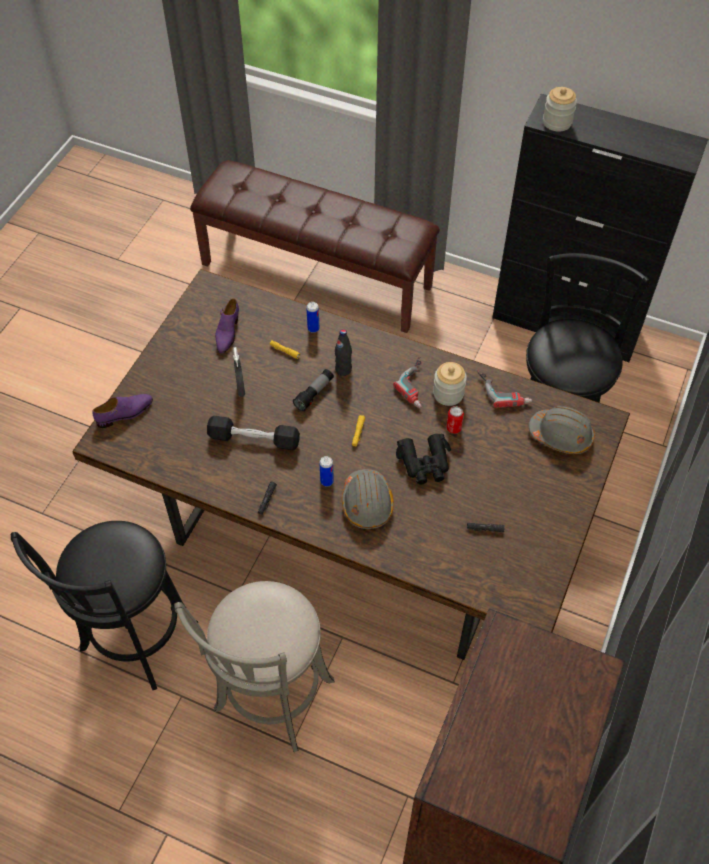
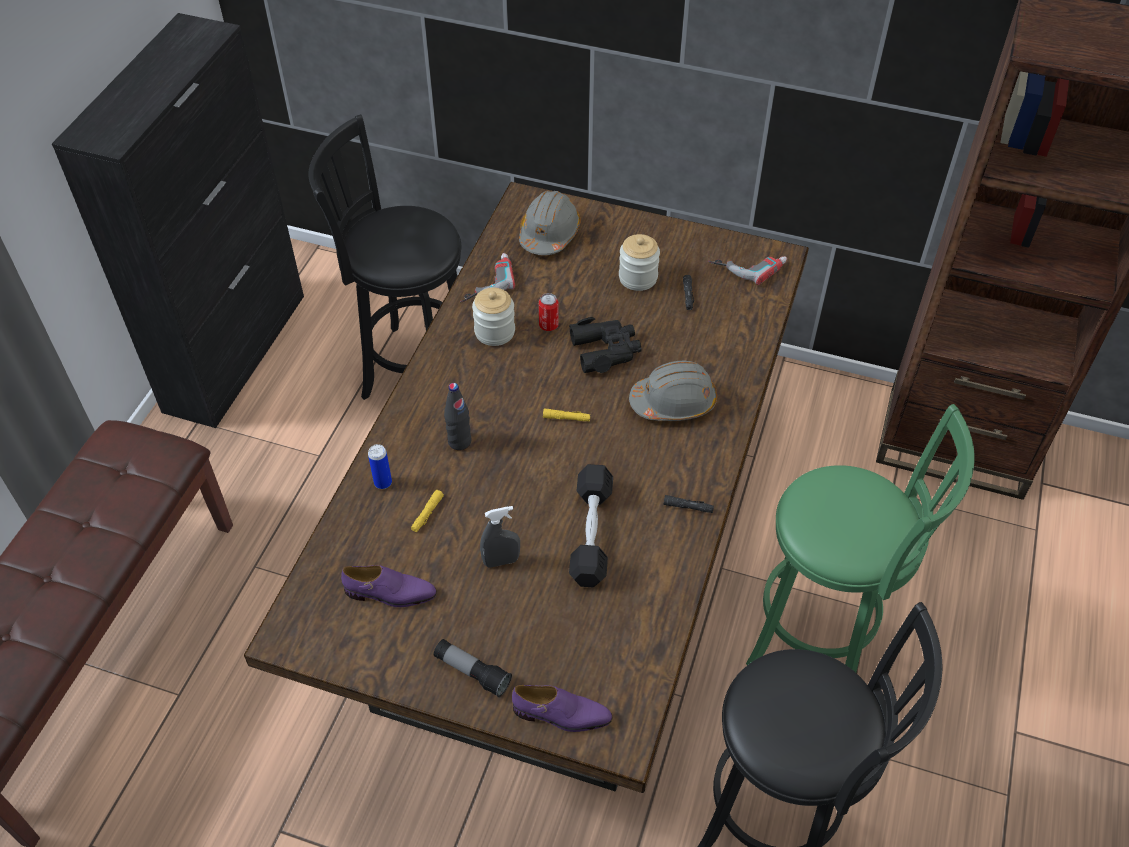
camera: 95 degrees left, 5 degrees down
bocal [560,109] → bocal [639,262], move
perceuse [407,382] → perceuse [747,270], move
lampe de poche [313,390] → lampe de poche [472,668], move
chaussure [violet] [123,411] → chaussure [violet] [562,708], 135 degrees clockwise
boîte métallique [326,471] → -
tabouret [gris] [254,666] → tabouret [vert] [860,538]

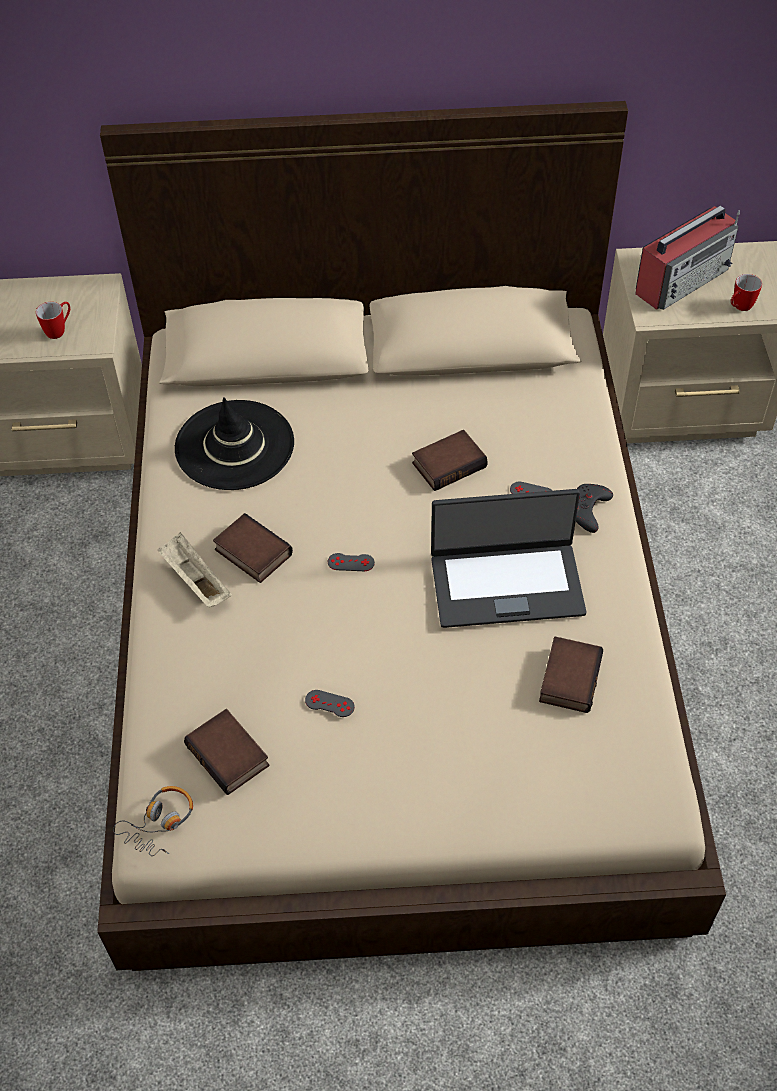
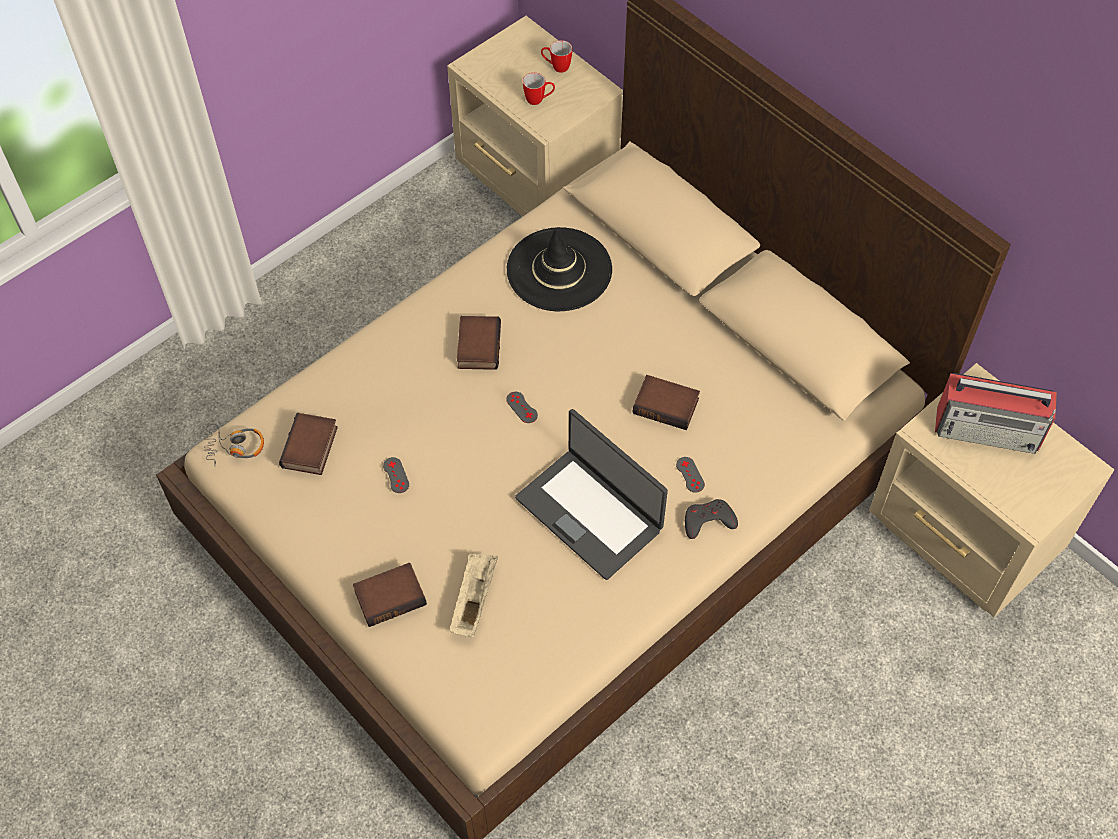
camera: 50 degrees right, 5 degrees up
mug [746,292] → mug [556,56], move
plateau [beige] [195,569] → plateau [beige] [473,596], move
livre [571,674] → livre [390,595], move

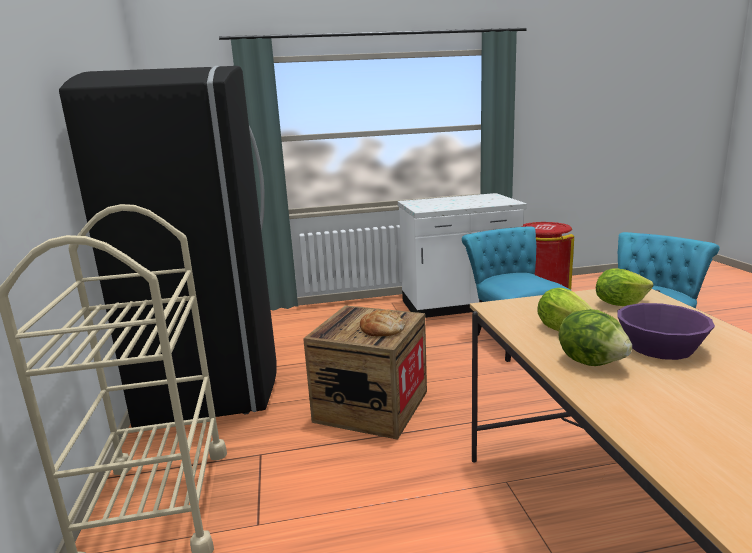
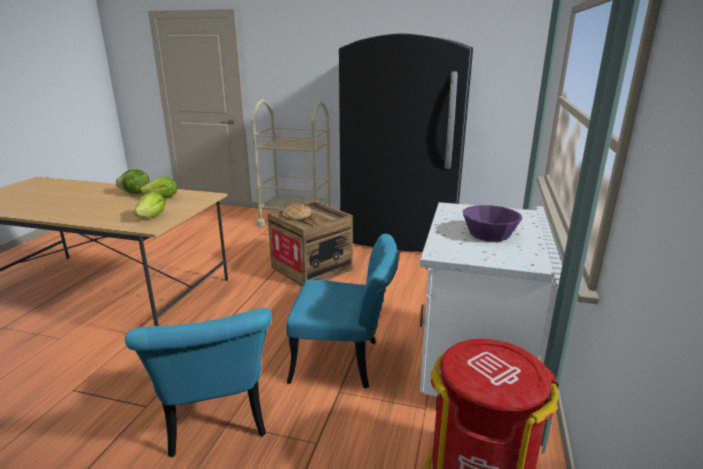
camera: 115 degrees right, 5 degrees up
bol [violet] [666,331] → bol [violet] [493,223], move

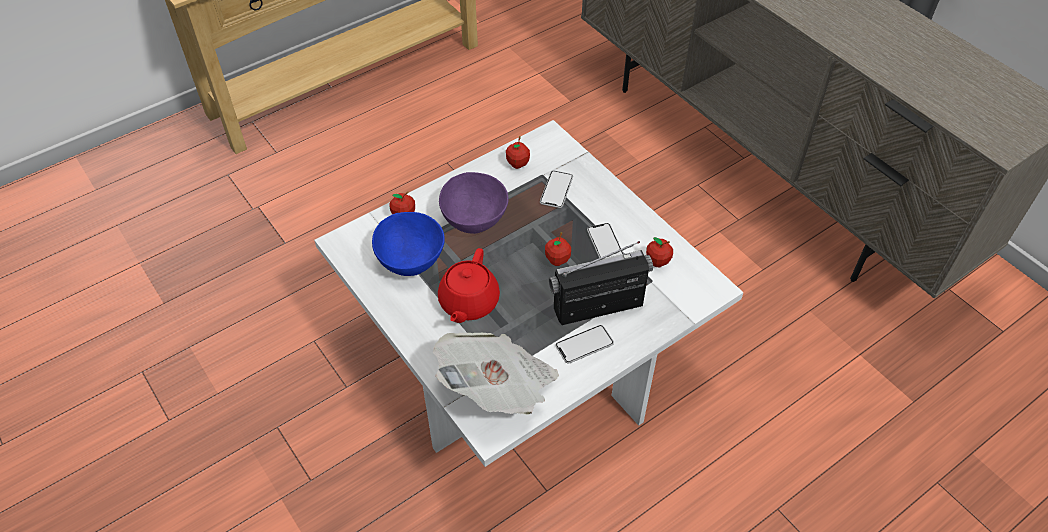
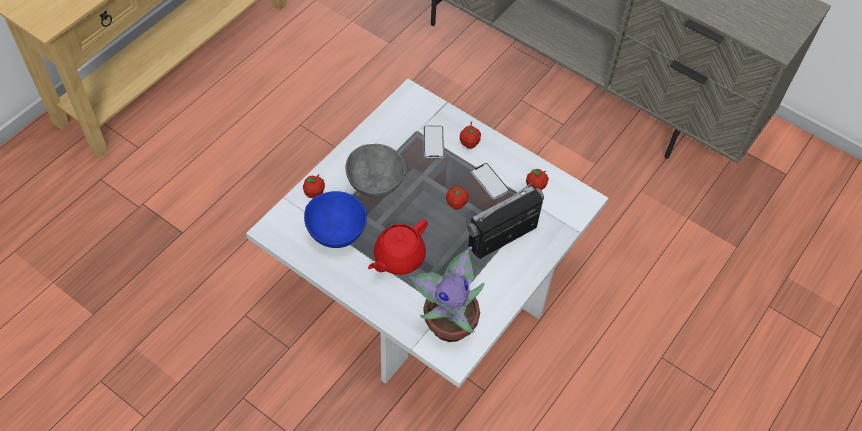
camera: 20 degrees left, 5 degrees up
pomme [518,152] → pomme [470,135], move
bol [violet] [474,203] → bol [gris] [376,171]
théière [rouge] [469,285] → théière [rouge] [398,247], 45 degrees clockwise
téléphone [584,344] → -
journal [496,373] → plante en pot [446,294]

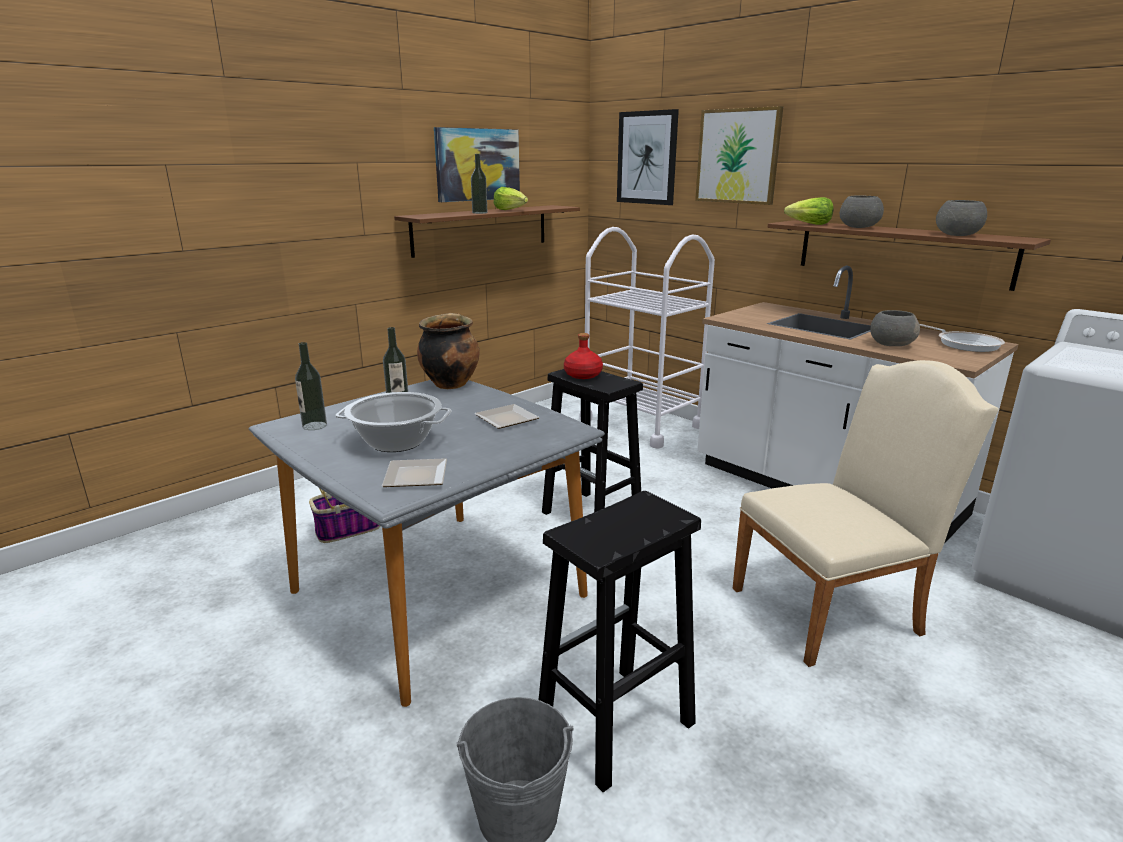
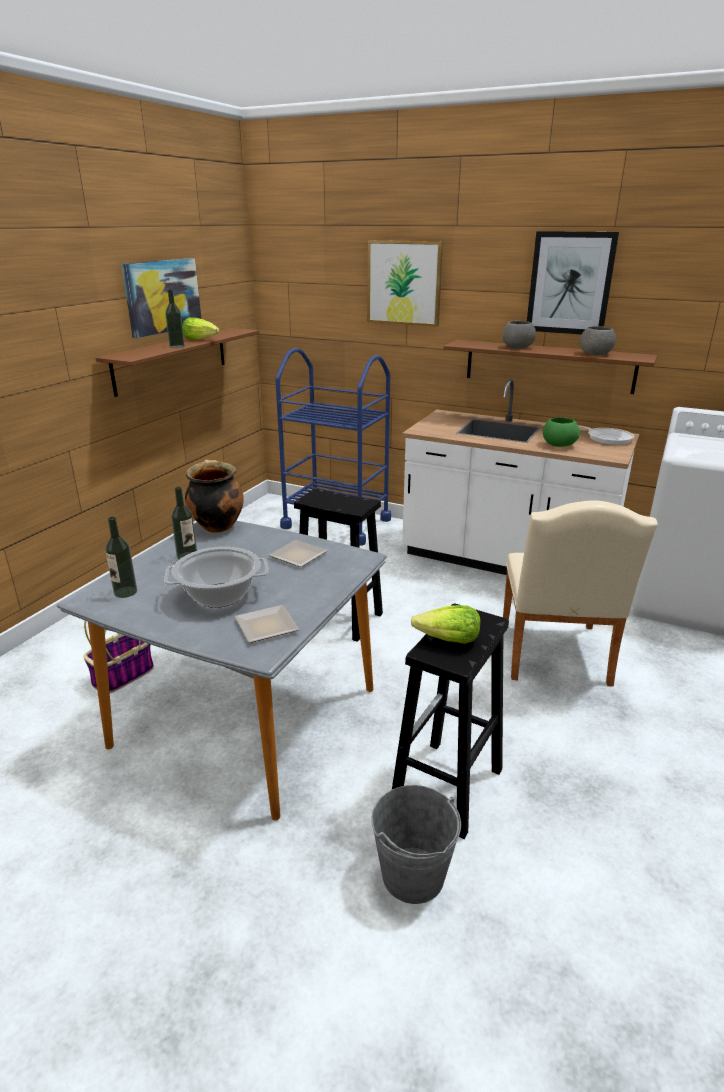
camera: 20 degrees left, 5 degrees up
tableau [648,157] → tableau [573,282], move
laitue [809,211] → laitue [446,624], move
chariot [blanc] [647,338] → chariot [bleu] [333,447]
bol [gris] [895,328] → bol [vert] [561,432]
bouteille [rouge] [583,356] → -
chaise [beige] [865,513] → chaise [beige] [580,593], 135 degrees clockwise

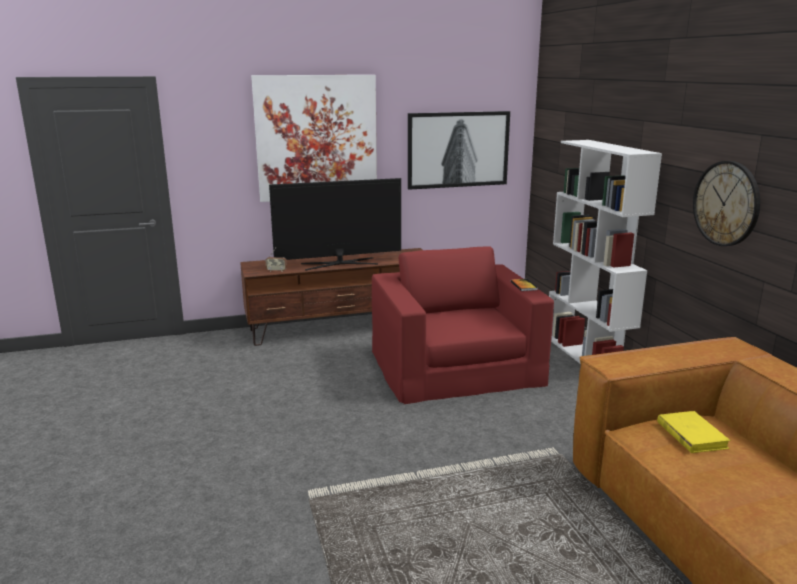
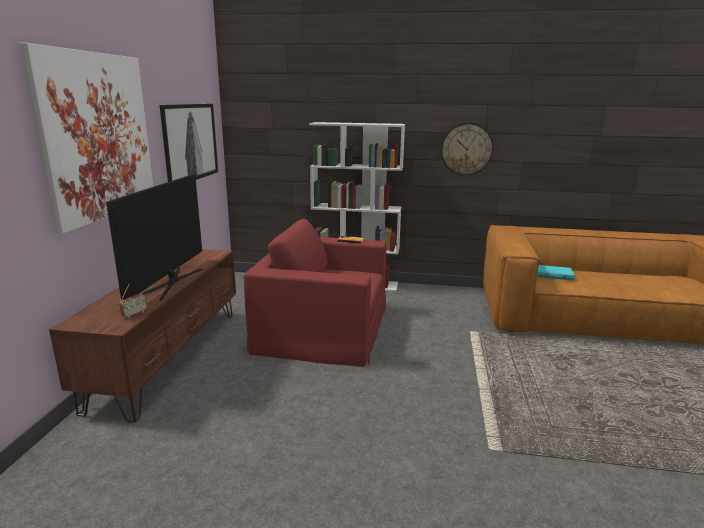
camera: 65 degrees left, 0 degrees up
livre [jaune] [694,432] → livre [turquoise] [556,273]

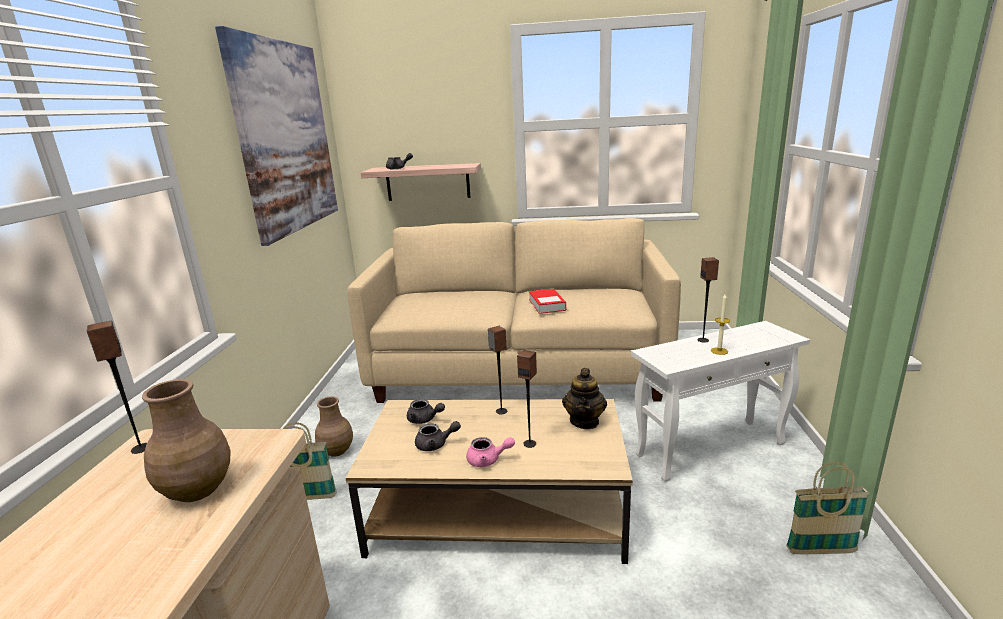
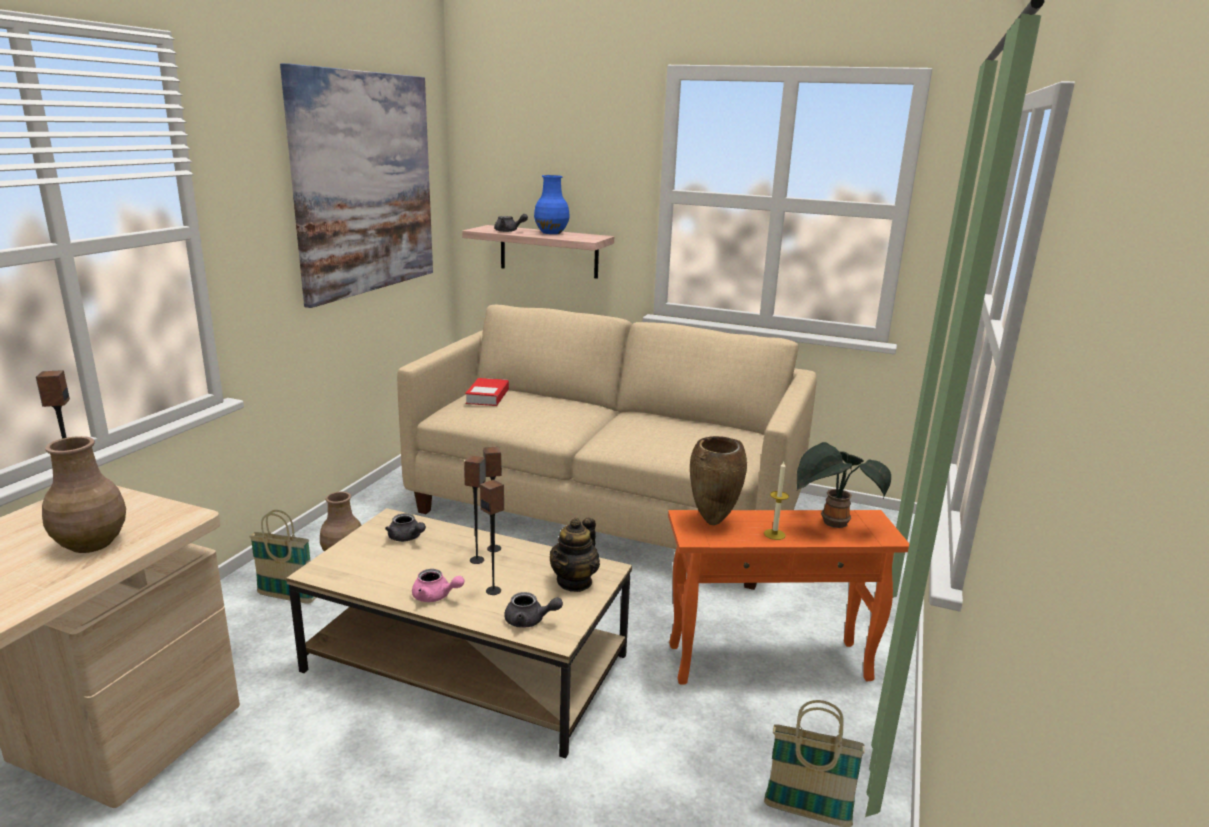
camera: 15 degrees right, 0 degrees up
enceinte [708,300] → enceinte [475,510], move
livre [547,301] → livre [487,392], move
table d'appoint [blanc] [720,401] → table d'appoint [orange] [788,597]
théière [gris] [438,436] → théière [gris] [533,610], move
- → vase [bleu] [552,204]
- → vase [marron] [718,480]
- → plante en pot [844,485]

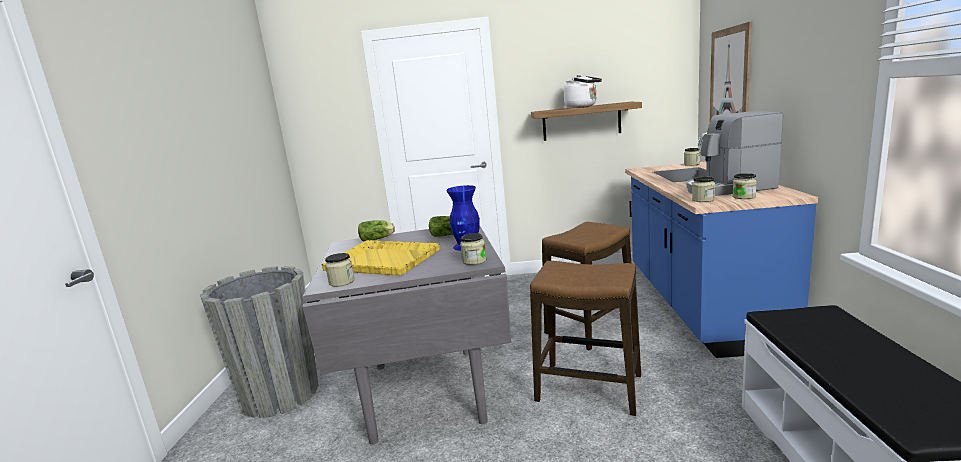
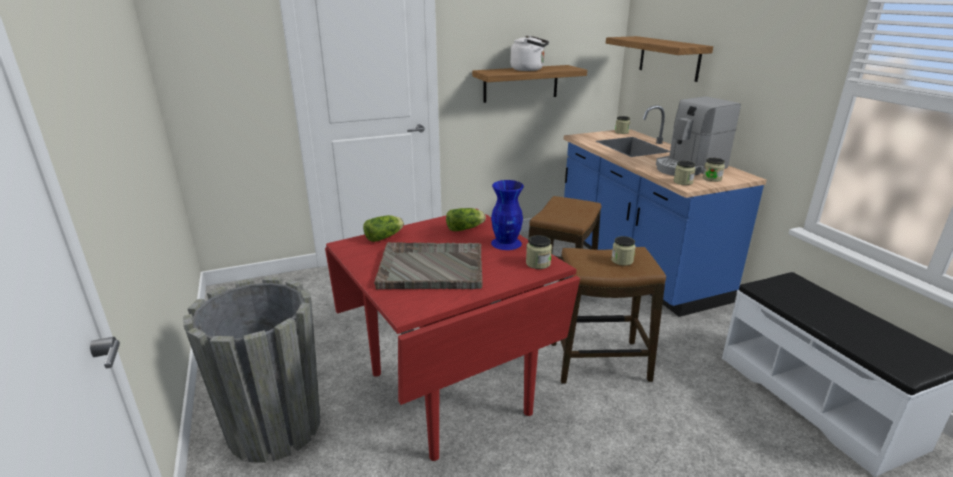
camera: 25 degrees left, 10 degrees up
tableau [731,71] → étagère [659,59]
table à manger [gris] [406,334] → table à manger [rouge] [452,335]
plateau [jaune] [381,257] → plateau [gris] [428,266]
bocal [340,270] → bocal [623,251], move

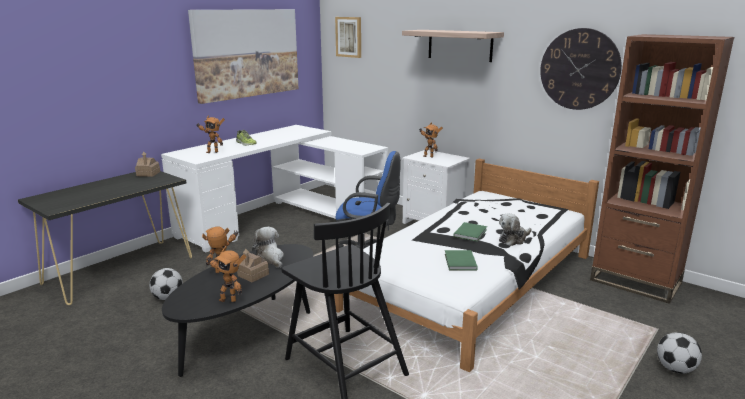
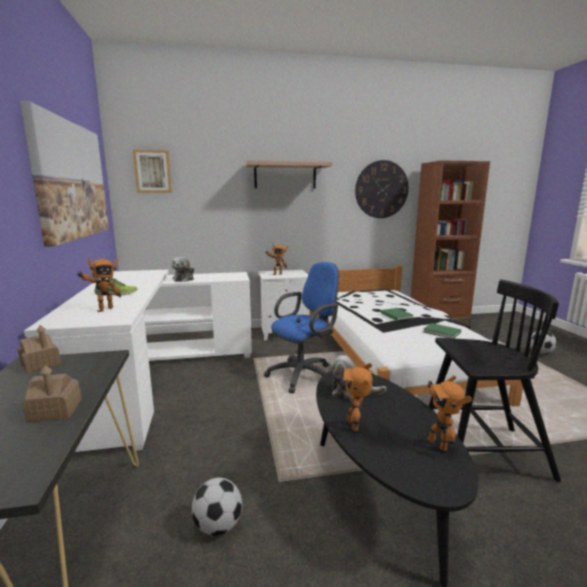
camera: 50 degrees left, 5 degrees down
peluche [515,229] → peluche [182,269], move
robot jouet [226,274] → robot jouet [449,413], 105 degrees clockwise
maison miniature [253,265] → maison miniature [52,394], move

